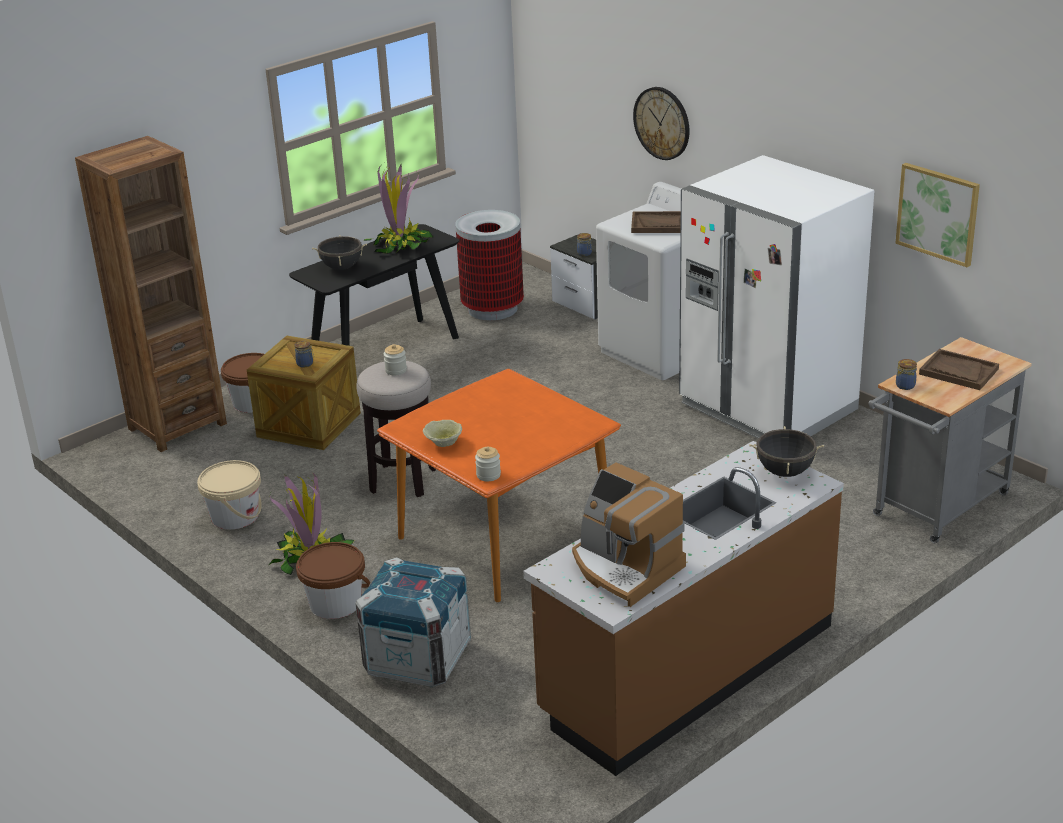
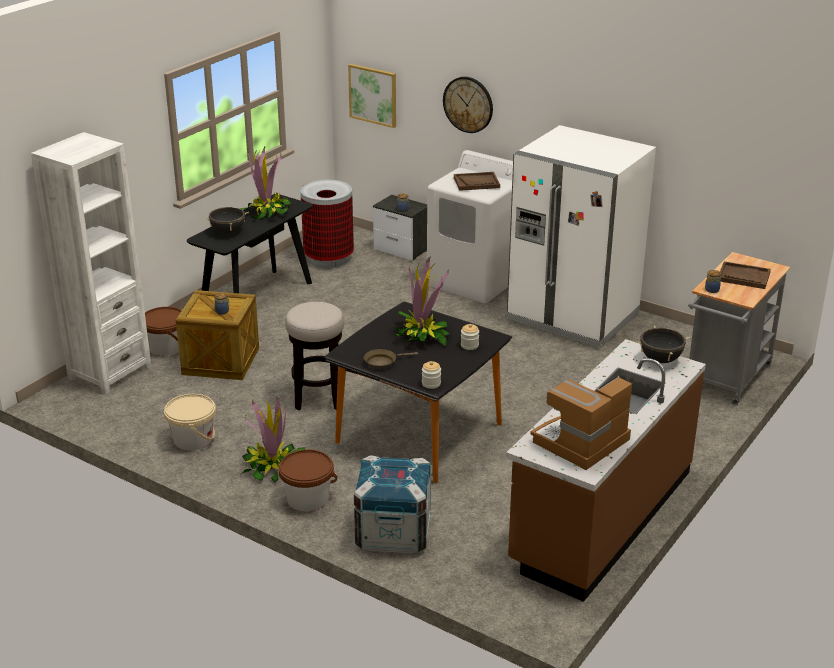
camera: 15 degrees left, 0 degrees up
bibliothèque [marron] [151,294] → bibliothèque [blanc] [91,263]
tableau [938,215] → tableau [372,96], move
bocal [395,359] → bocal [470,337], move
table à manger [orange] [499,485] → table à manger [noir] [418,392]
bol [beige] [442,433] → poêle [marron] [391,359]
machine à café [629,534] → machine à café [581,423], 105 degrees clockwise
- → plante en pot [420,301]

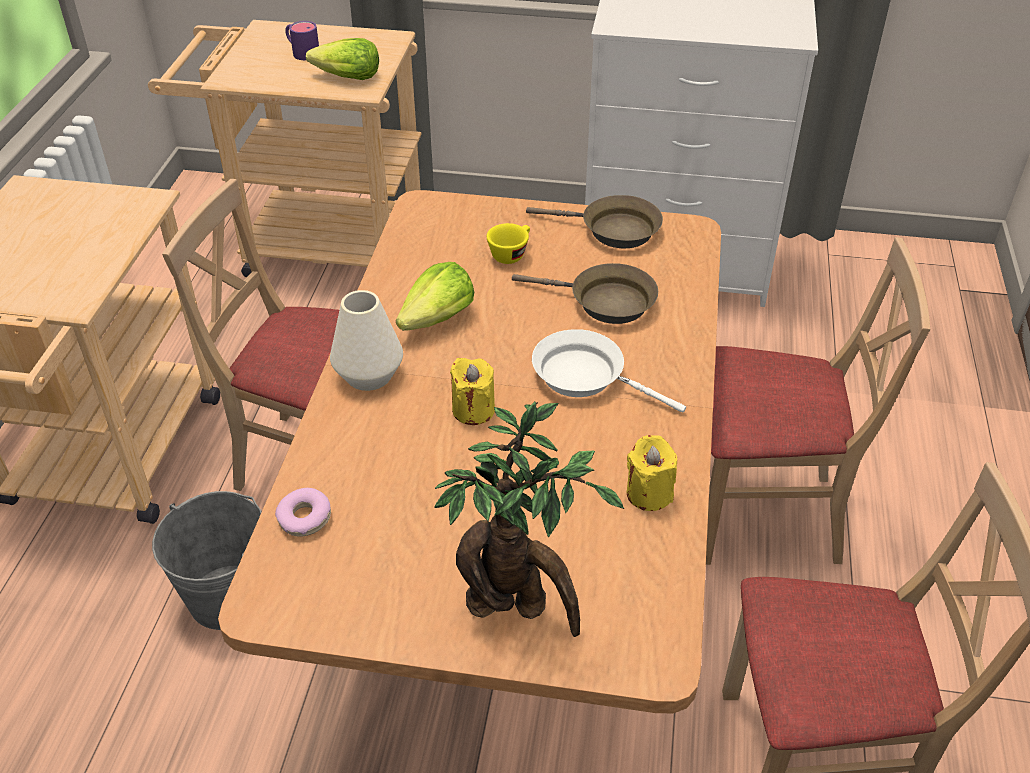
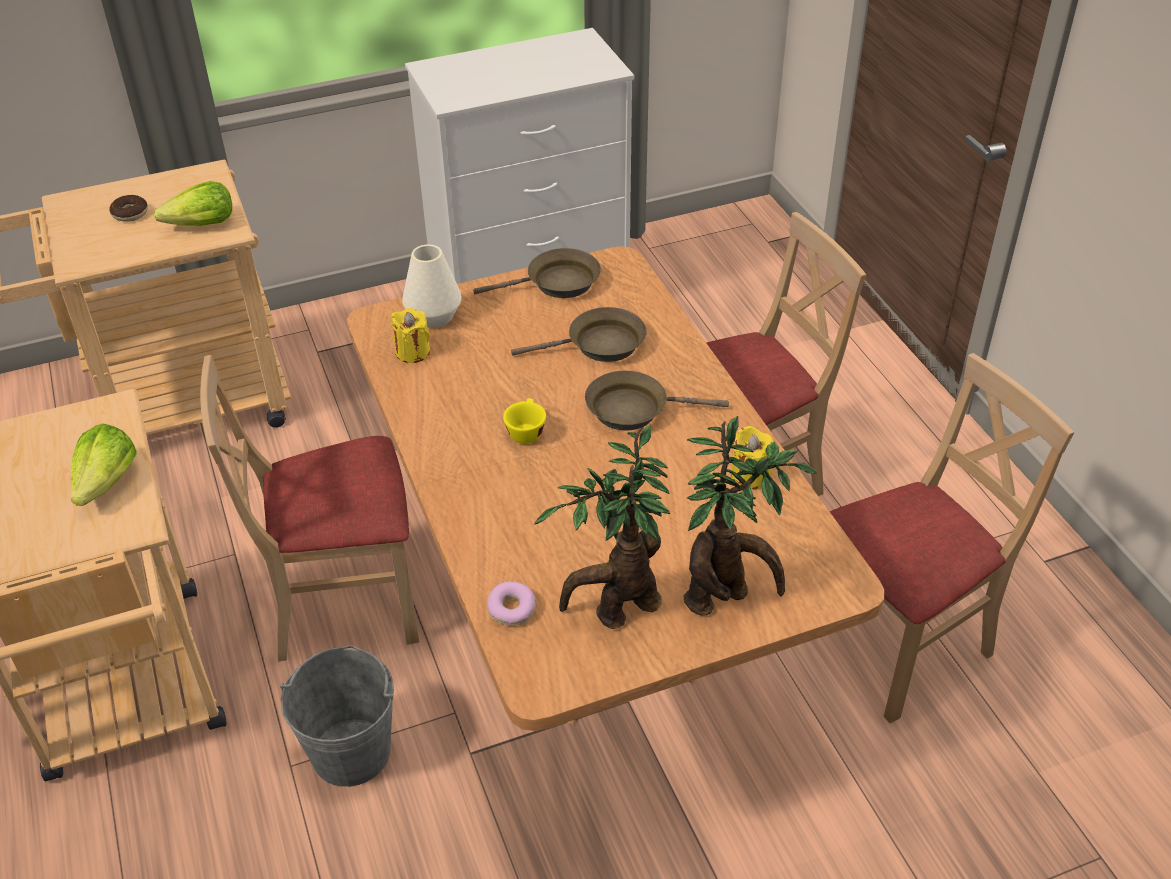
camera: 30 degrees left, 0 degrees up
mug [violet] [302,40] → beignet [128,208]
tasse [jaune] [508,243] → tasse [jaune] [524,421], move
laitue [435,296] → laitue [104,464], move
vase [blanc] [366,340] → vase [blanc] [432,286], move
poêle [blanc] [609,370] → poêle [marron] [657,401]
bougie [jaune] [472,391] → bougie [jaune] [410,335], move
- → plante en pot [602,527]

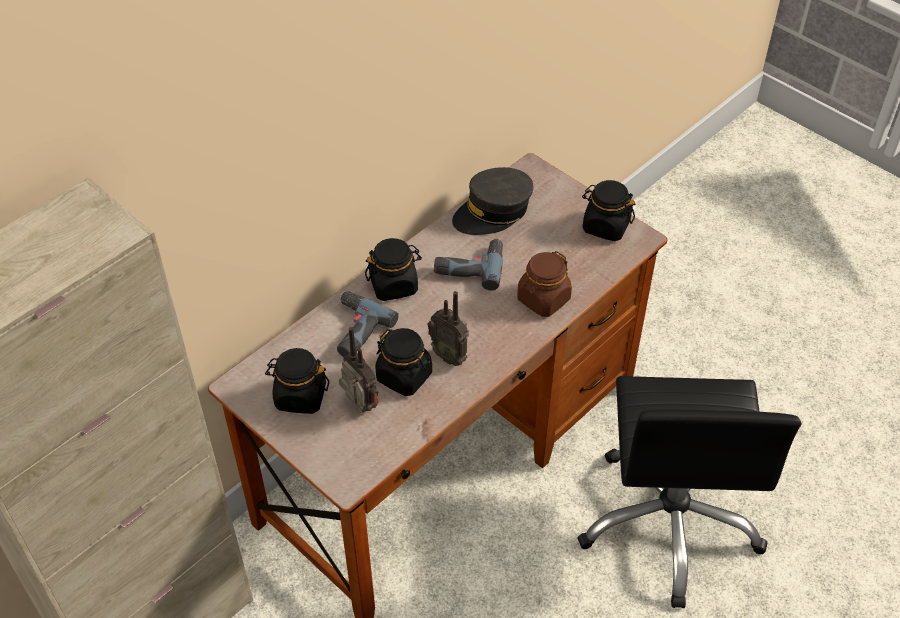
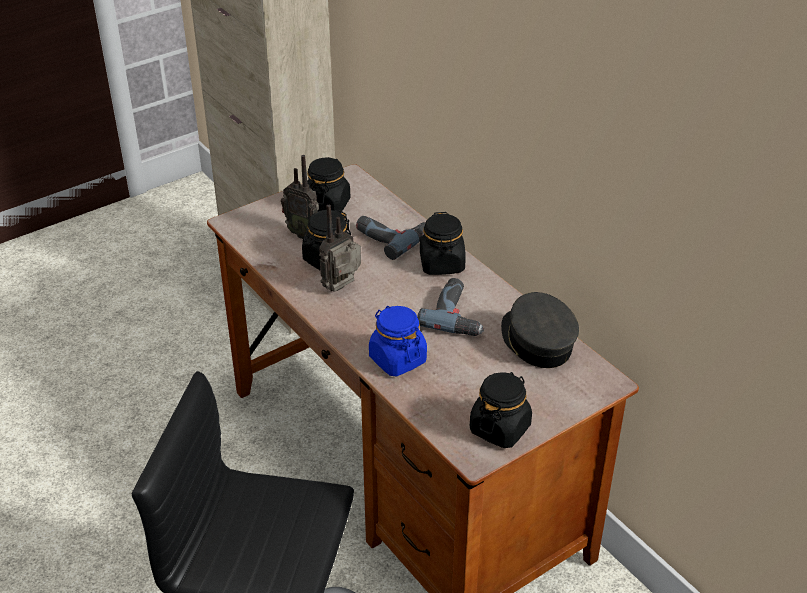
camera: 100 degrees right, 10 degrees down
bocal [marron] [544,284] → bocal [bleu] [398,341]
radio [358,370] → radio [300,197], 60 degrees clockwise

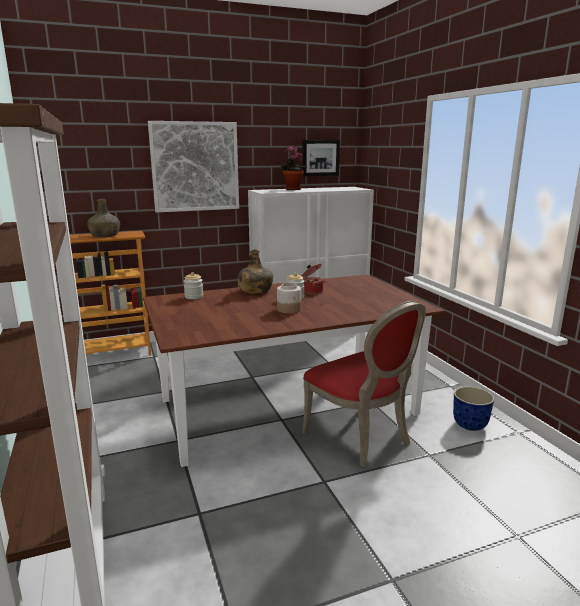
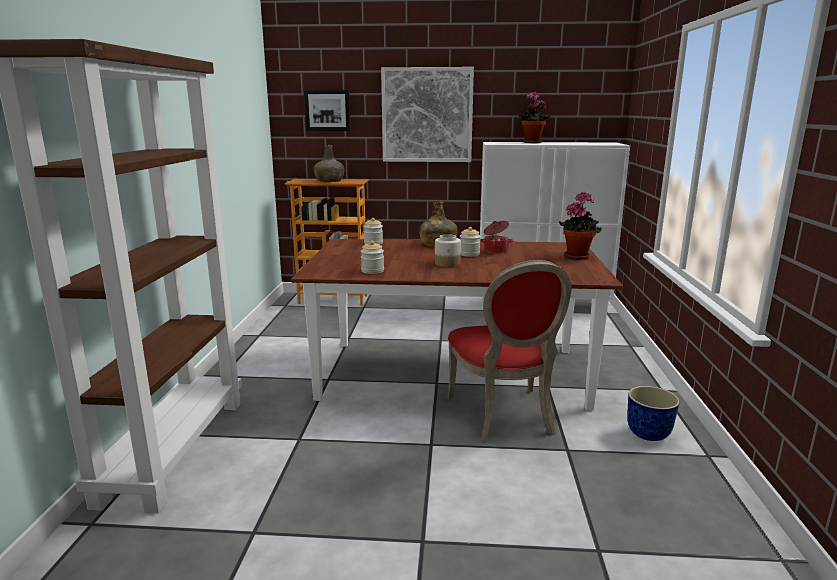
camera: 25 degrees right, 0 degrees up
tableau [321,158] → tableau [327,110], move
- → plante en pot [580,226]
- → bocal [372,257]

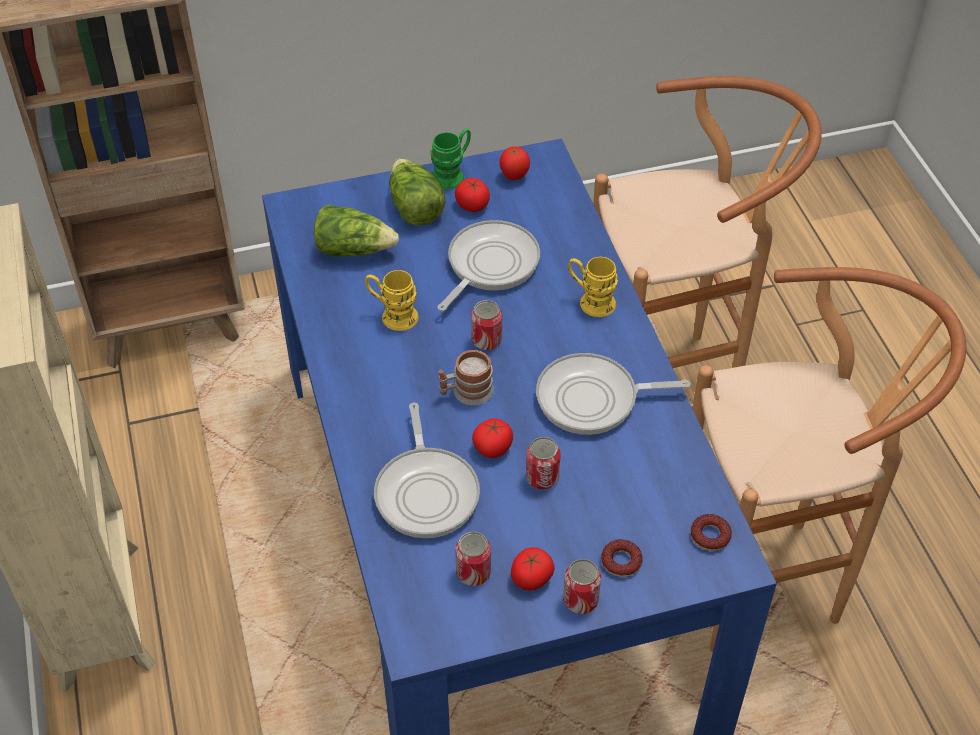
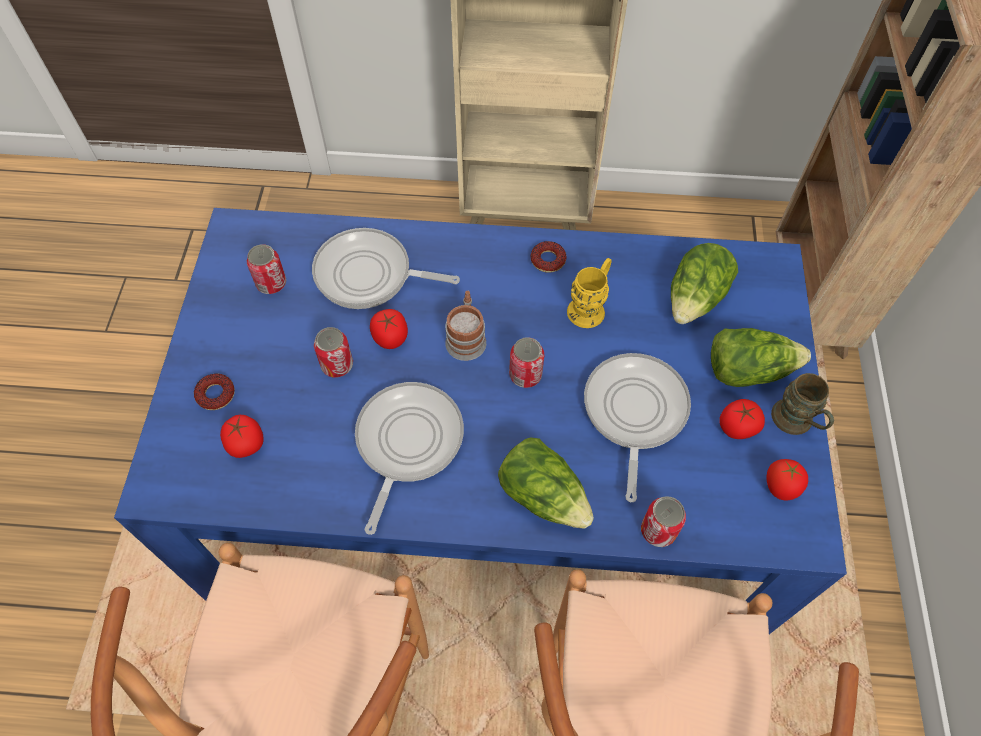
camera: 110 degrees right, 10 degrees up
mug [vert] [450,159] → mug [marron] [802,404]
poêle [488,265] → poêle [637,427], 135 degrees counterclockwise
mug [jaune] [593,287] → laitue [546,483]
beignet [711,532] → beignet [549,257], move
tomate [532,569] → tomate [242,436], move
boîte métallique [582,586] → boîte métallique [663,521], move

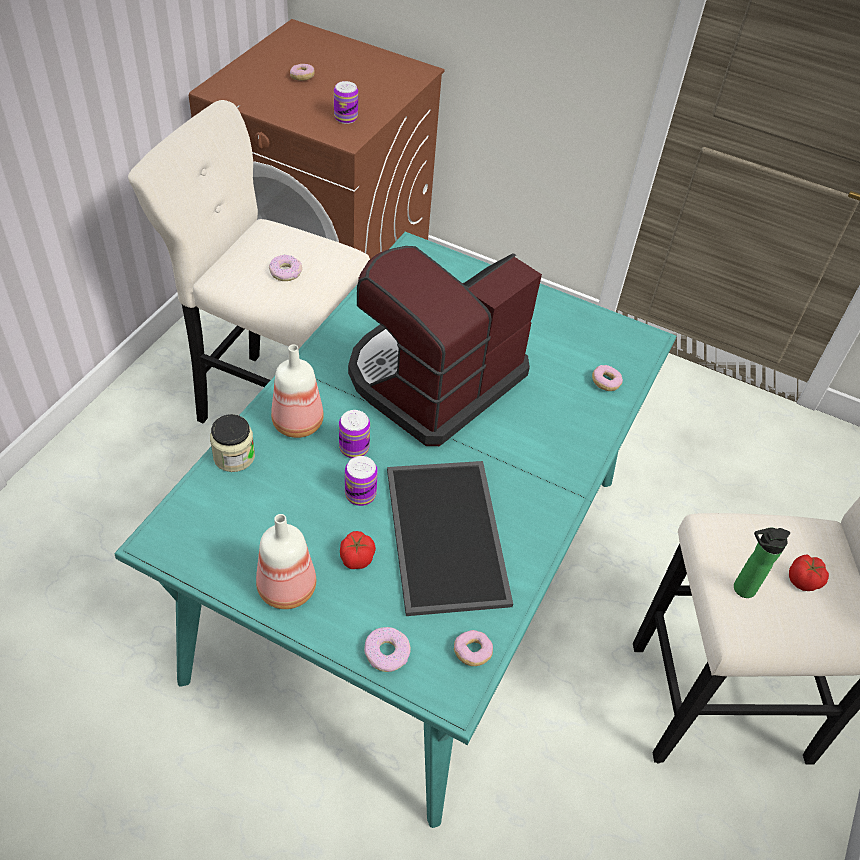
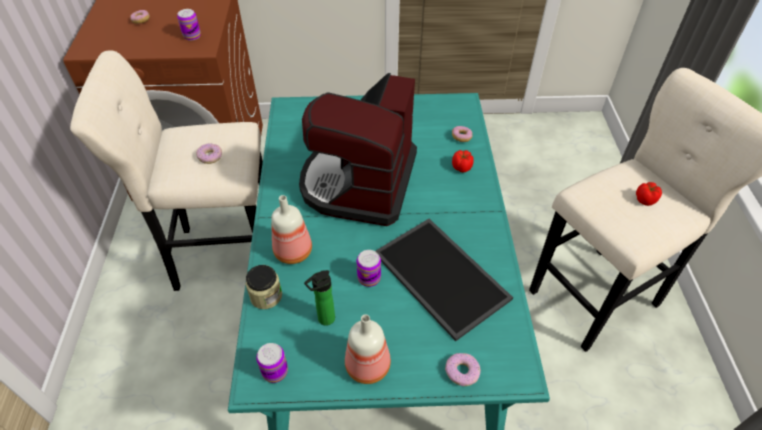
camera: 25 degrees left, 0 degrees up
boîte métallique [354,434] → boîte métallique [272,363], move
bouteille [762,563] → bouteille [319,298], move
tomate [358,550] → tomate [463,161], move
beignet [473,648] → -

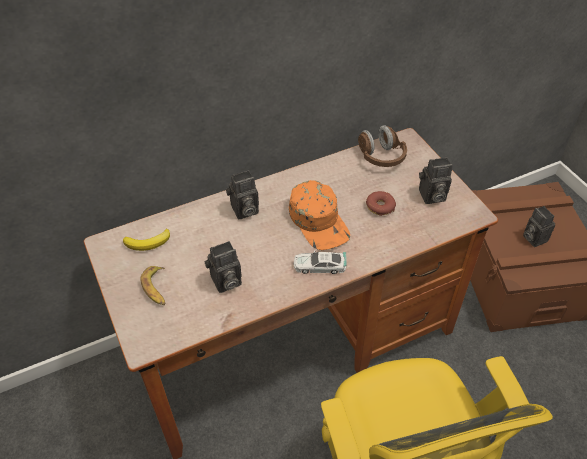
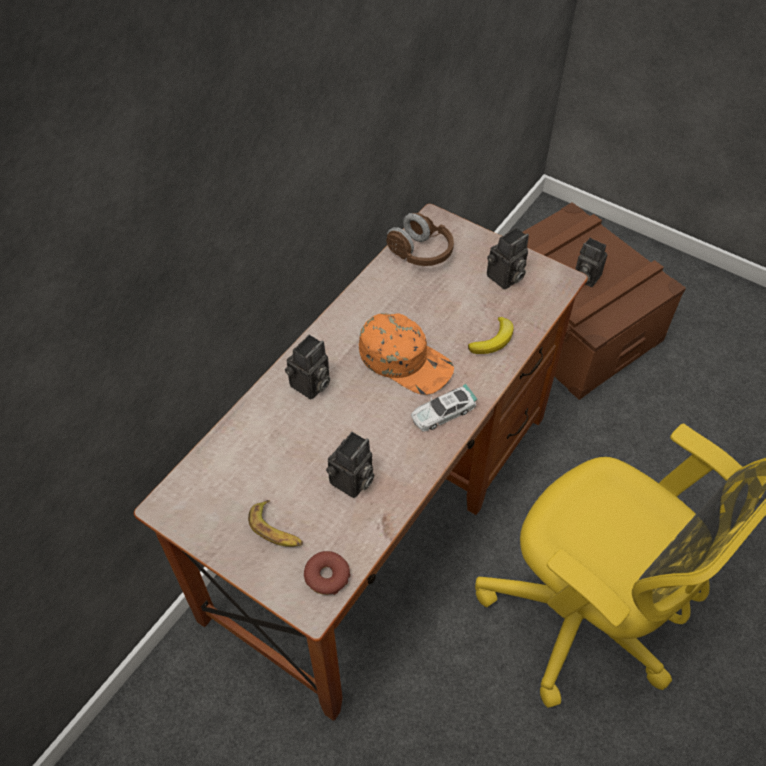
camera: 30 degrees left, 5 degrees up
beignet [381,203] → beignet [327,573], move
banane [146,240] → banane [491,335], move

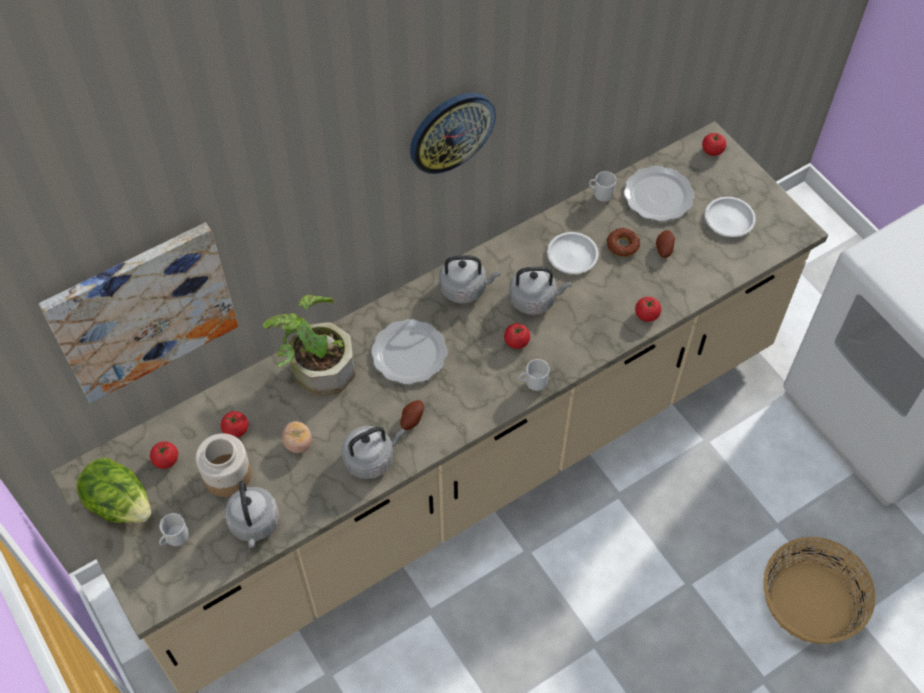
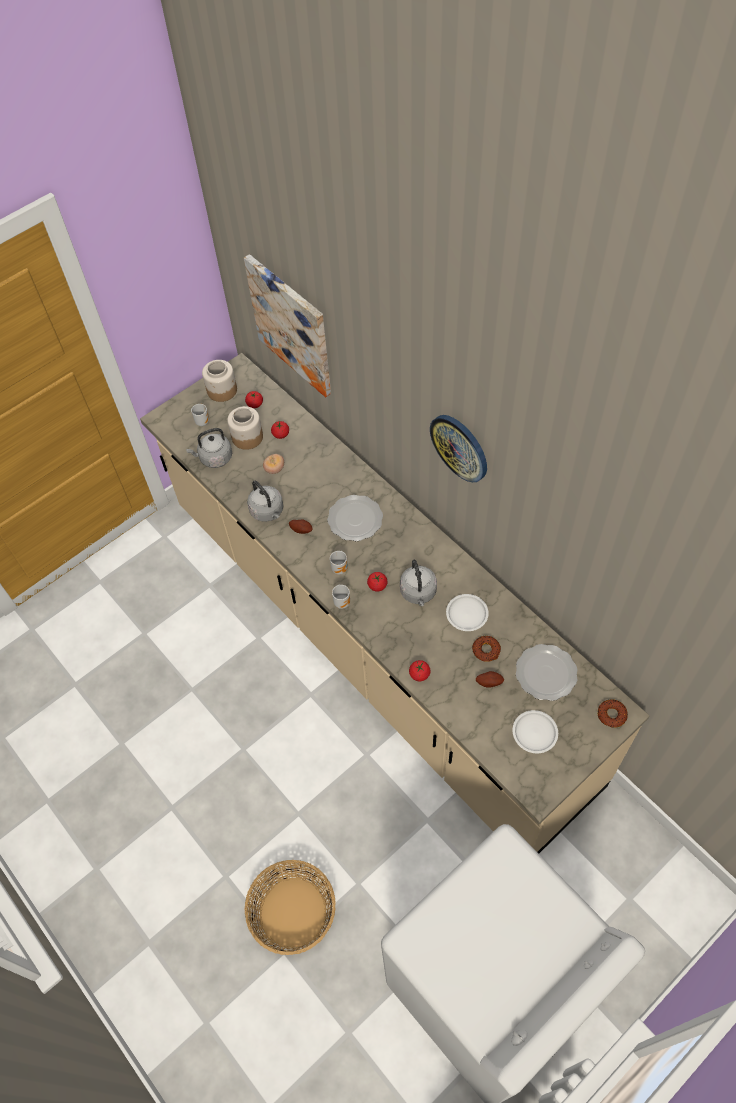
camera: 85 degrees right, 0 degrees up
tomate [714,144] → beignet [613,713]
mug [603,186] → mug [339,563], move
bouilloire [gris] [469,279] → -
plante en pot [309,345] → -
laitue [113,490] → bocal [219,381]

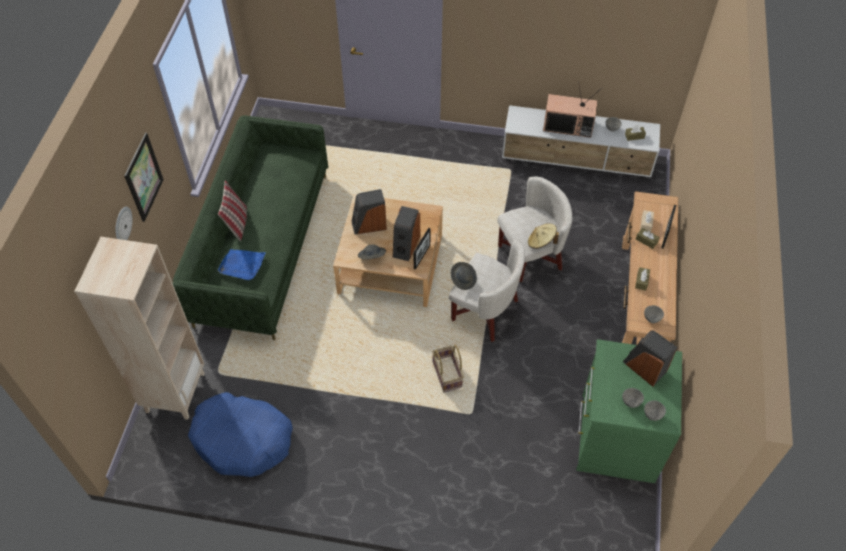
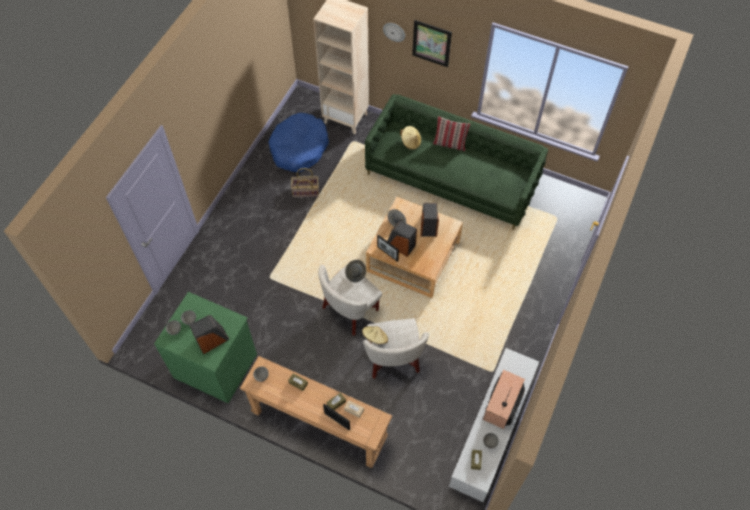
camera: 105 degrees right, 5 degrees up
plateau [bleu] [242,264] → chapeau [beige] [410,138]
panier [448,368] → panier [305,182], move

